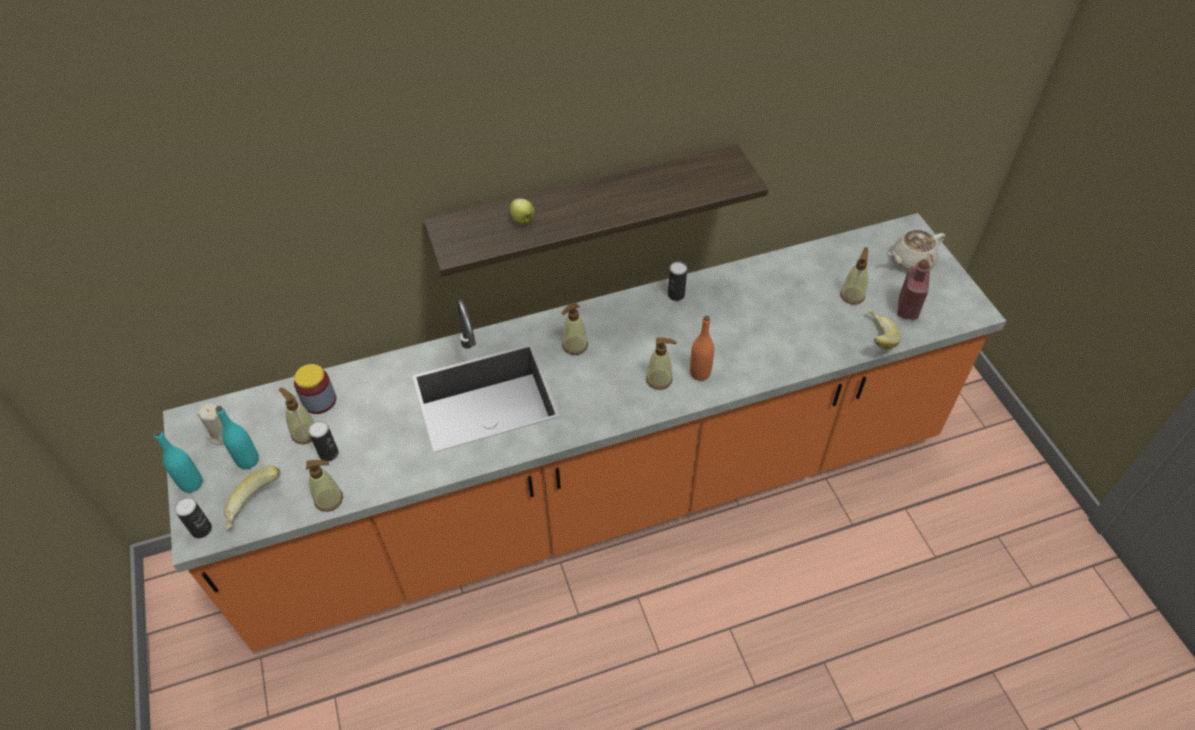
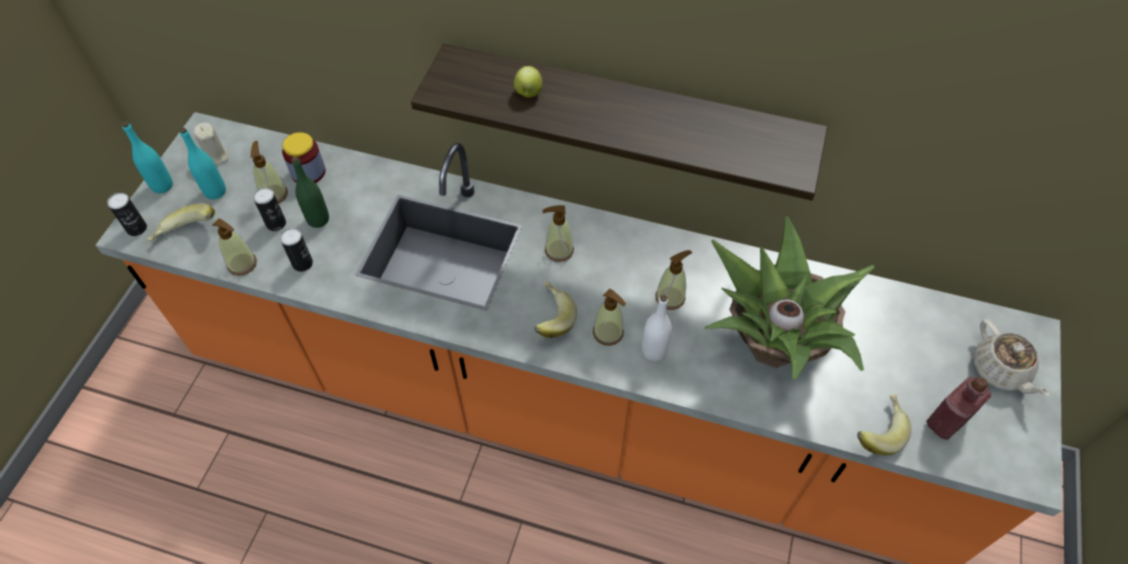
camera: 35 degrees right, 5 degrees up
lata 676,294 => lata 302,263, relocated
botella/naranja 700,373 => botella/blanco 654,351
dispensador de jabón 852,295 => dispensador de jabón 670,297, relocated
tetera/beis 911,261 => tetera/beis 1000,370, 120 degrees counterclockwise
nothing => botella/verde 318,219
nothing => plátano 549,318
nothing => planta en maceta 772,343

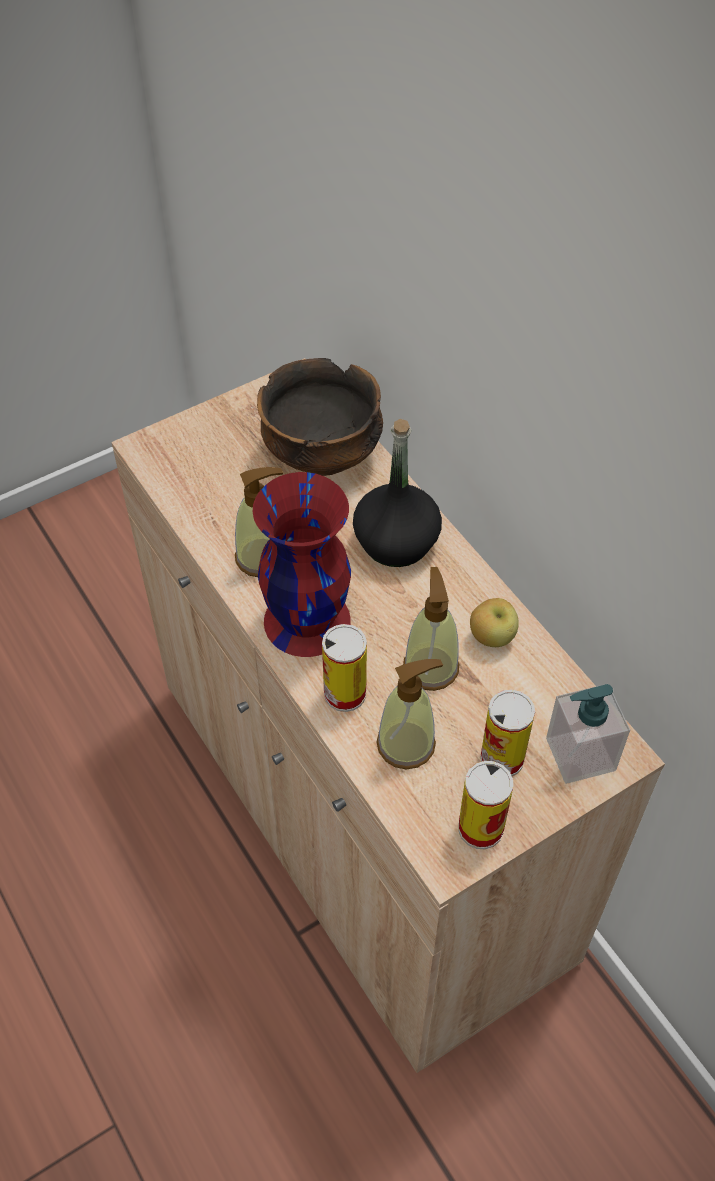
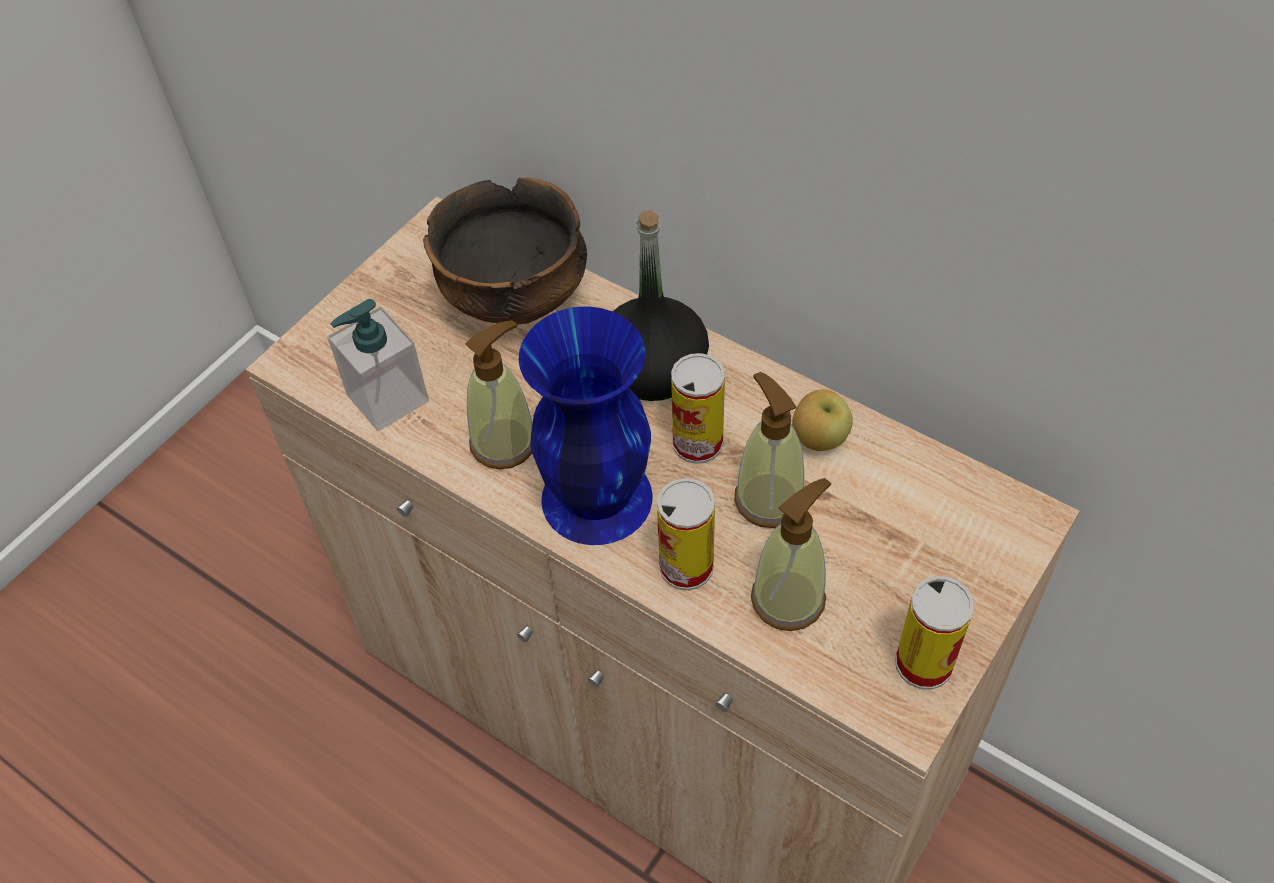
camera: 20 degrees left, 0 degrees up
florero/rojo 305,619 => florero/azul 594,497
lata 502,758 => lata 697,443, relocated
dispensador de jabón 580,754 => dispensador de jabón 387,398, relocated

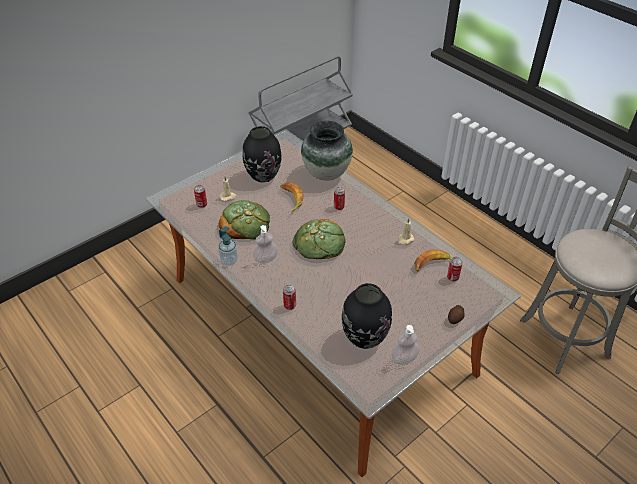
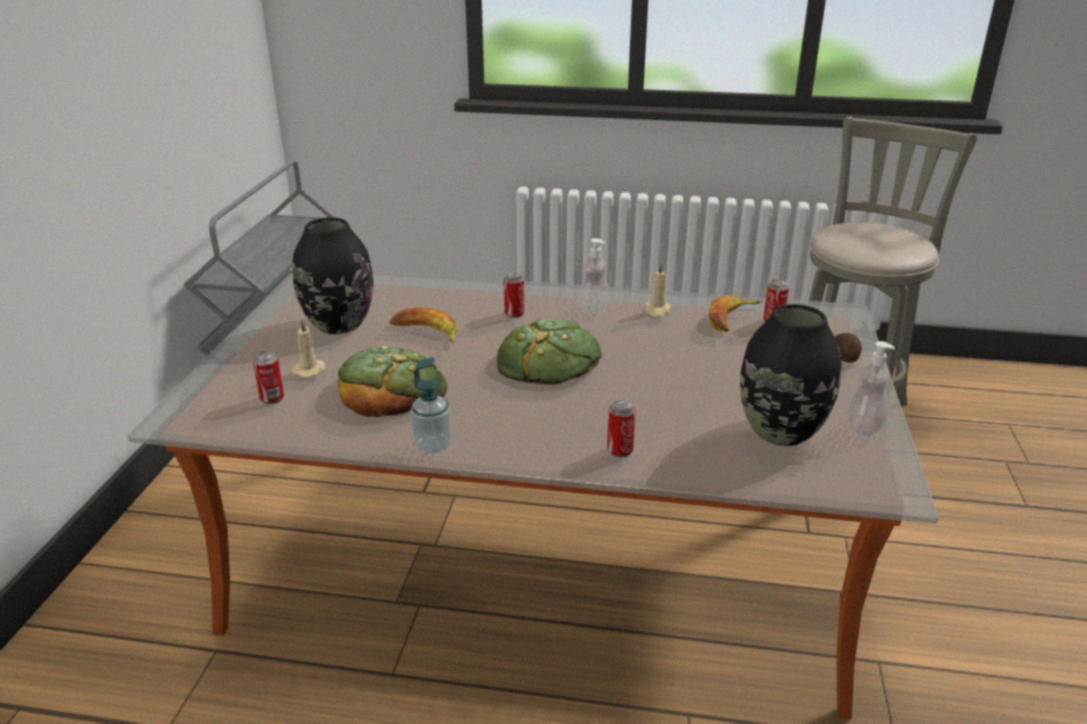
camera: 40 degrees left, 15 degrees down
dispensador de jabón 266,259 => dispensador de jabón 593,310, relocated
florero 326,174 => nothing

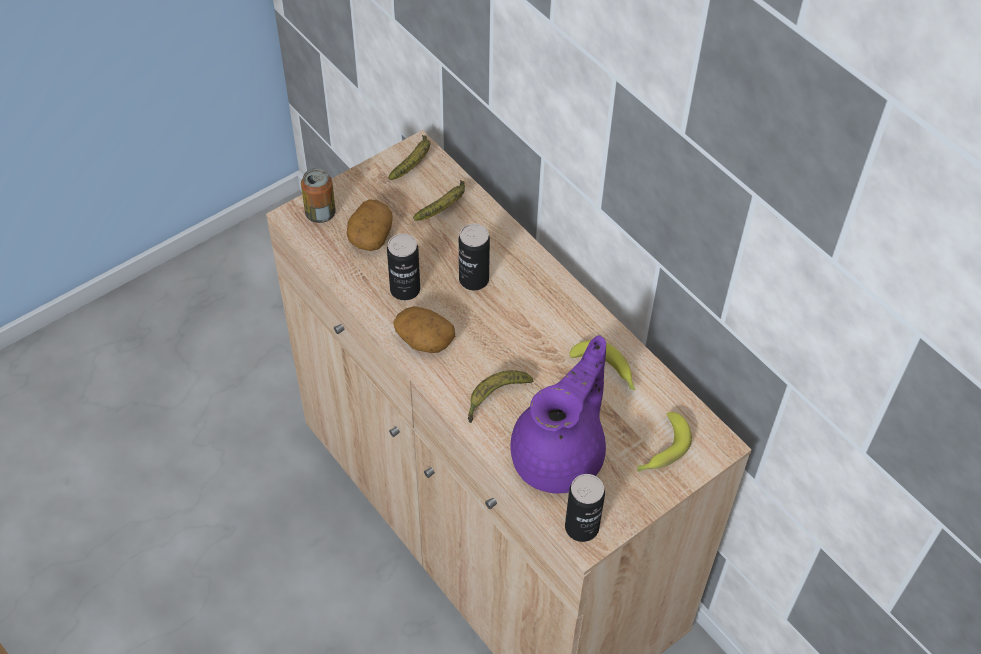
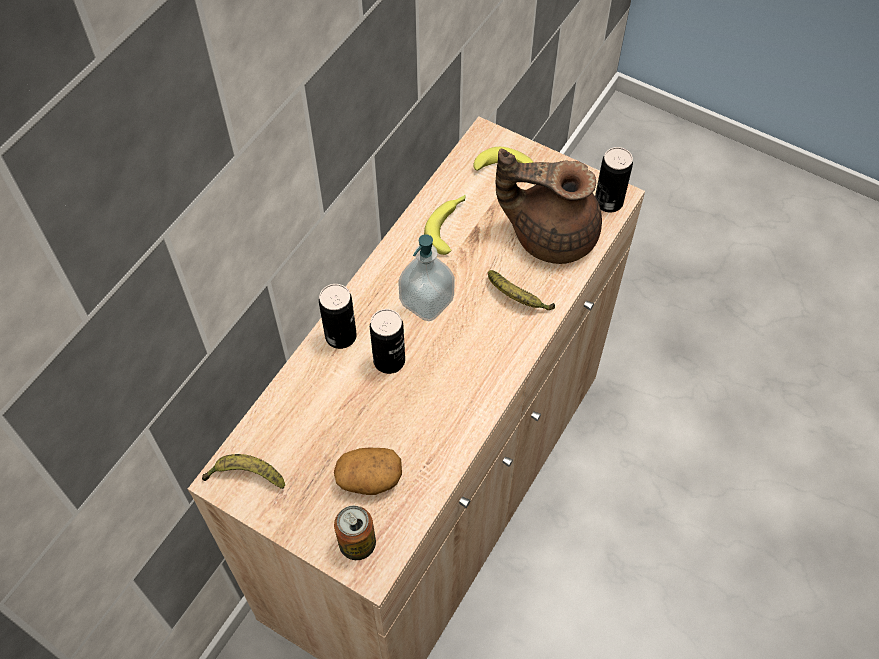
camera: 110 degrees left, 5 degrees up
lata 405,289 => lata 340,336, relocated
patata 424,339 => nothing
plátano 444,207 => nothing
tetera/morado 561,455 => tetera/marrón 550,234
nothing => dispensador de jabón 426,301

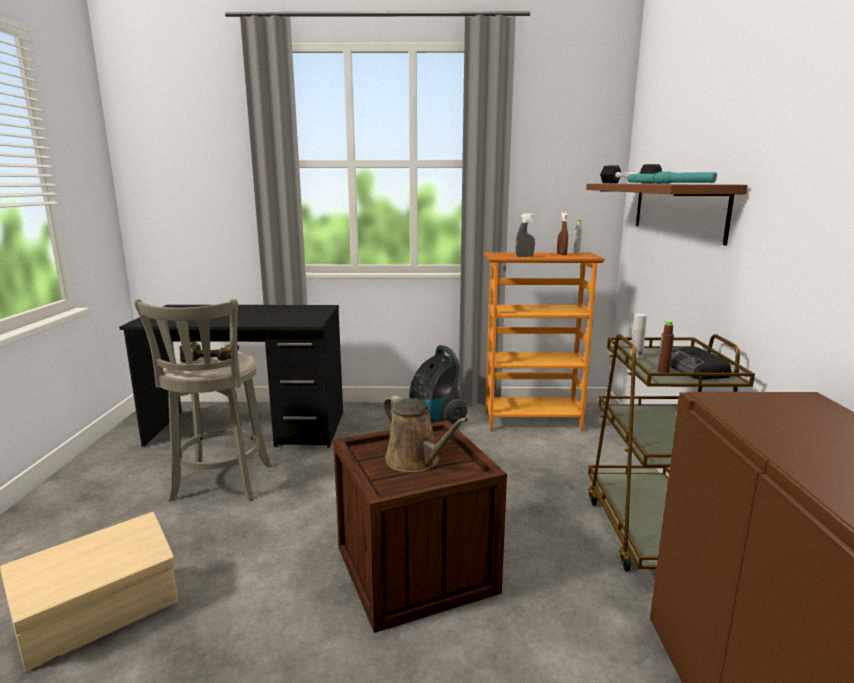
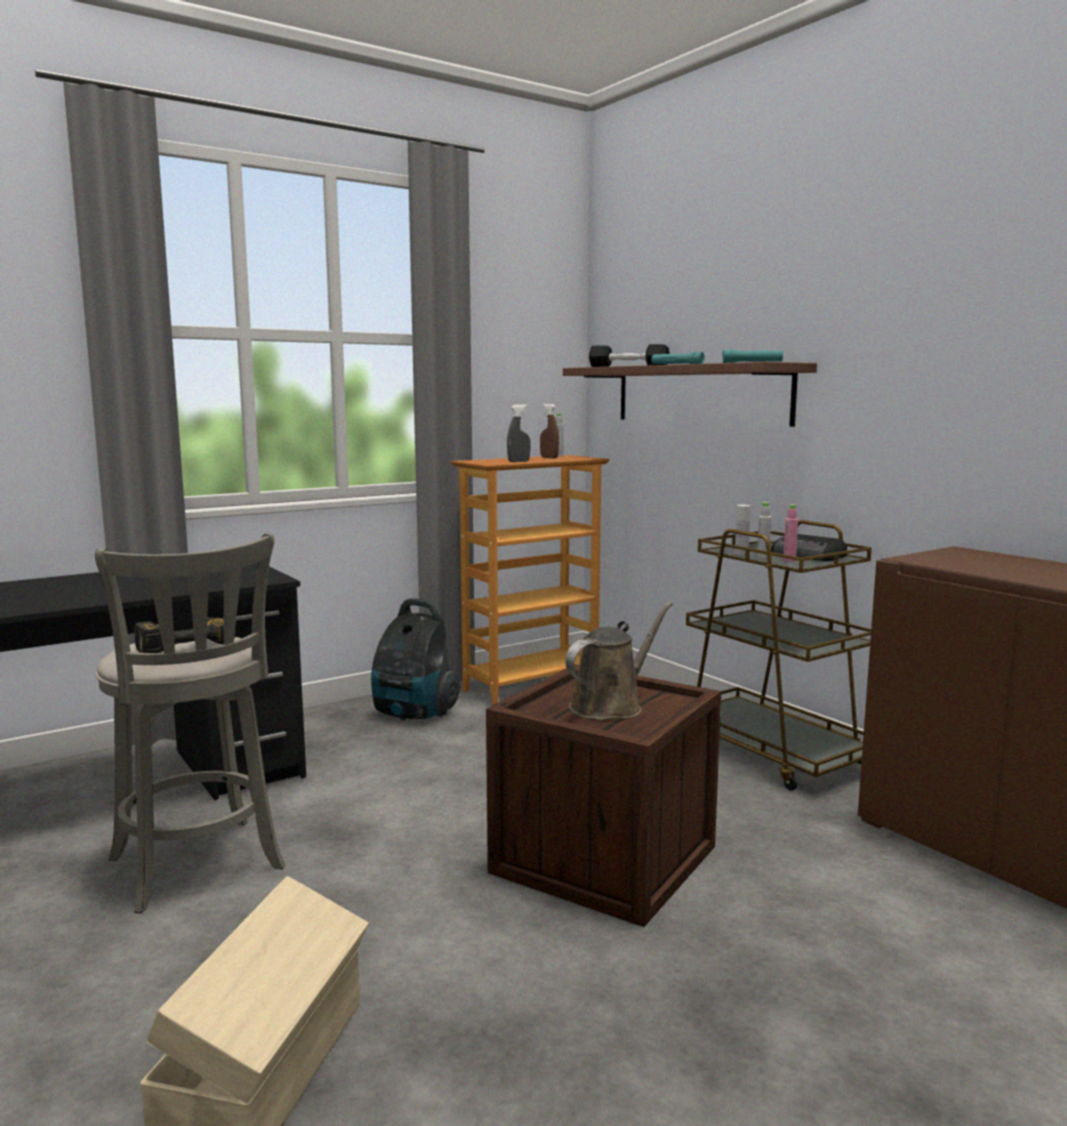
camera: 35 degrees left, 5 degrees down
regadera/marrón 416,461 => regadera/marrón 611,706, 60 degrees counterclockwise
botella/marrón 663,371 => botella/rosa 789,560
nothing => botella/gris 763,557

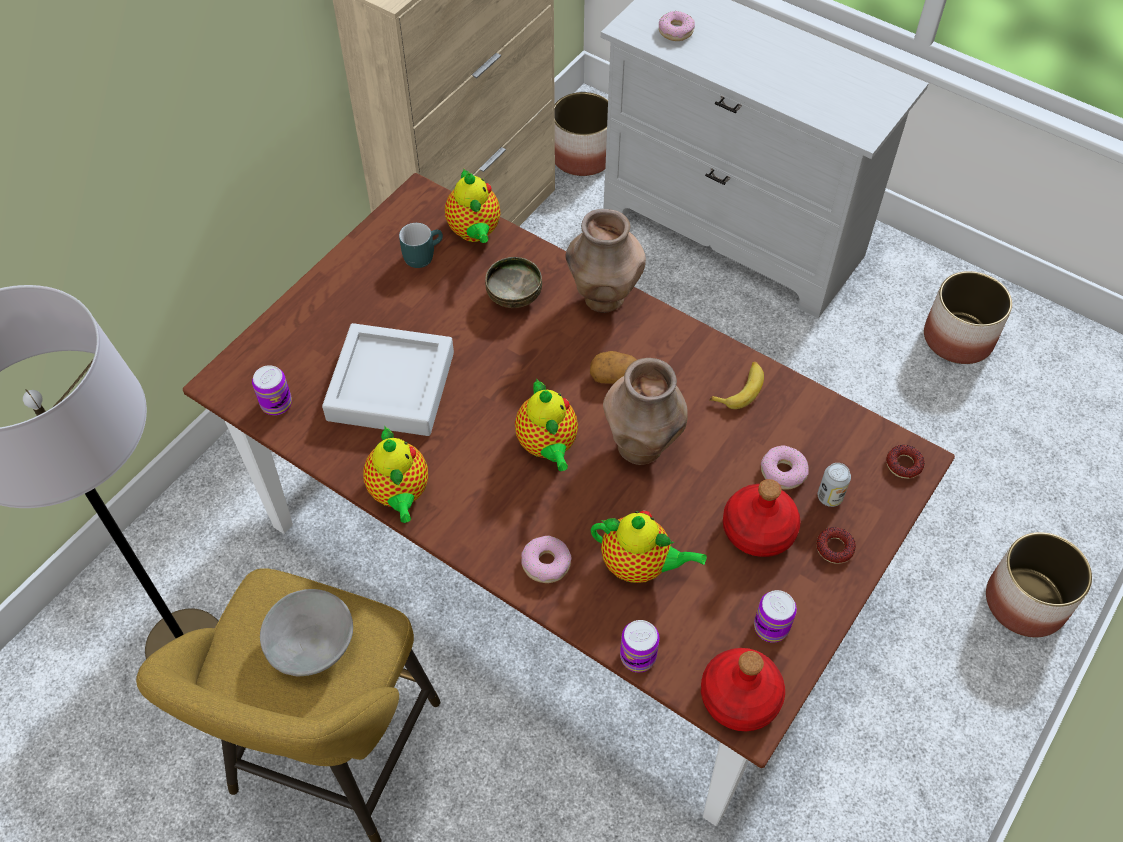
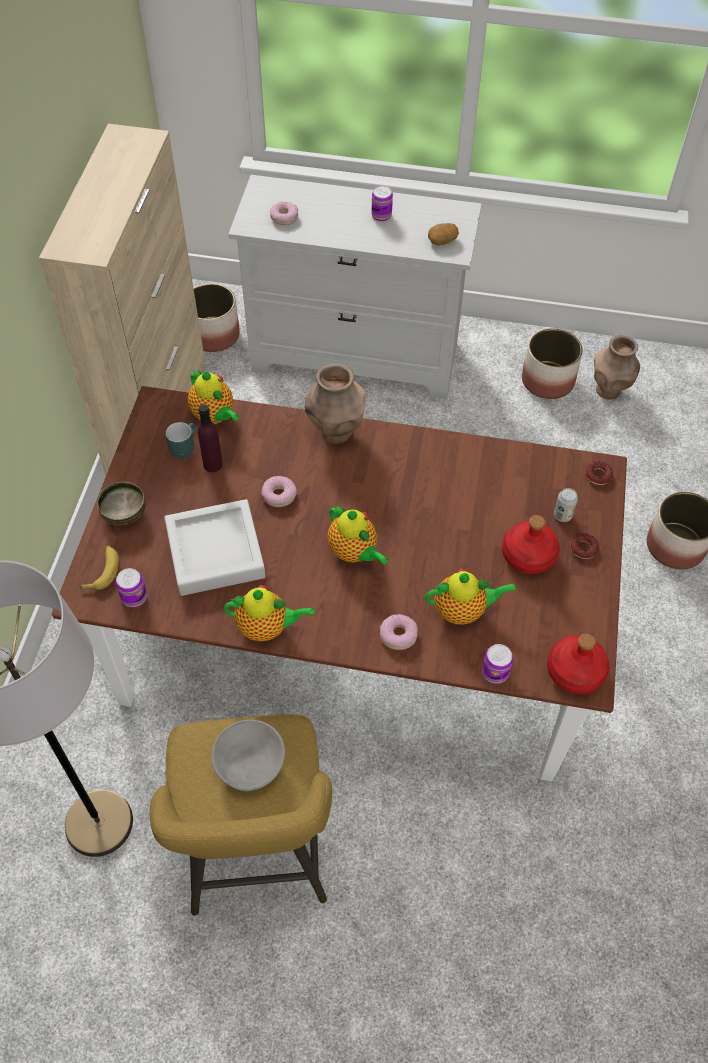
camera: 25 degrees left, 0 degrees up
tetera 400,494 => tetera 266,628, 45 degrees counterclockwise
cuenco 515,296 => cuenco 125,513, relocated
patata 613,375 => patata 442,240, relocated
florero/marrón 641,447 => florero/marrón 609,390, relocated
plátano 740,389 => plátano 103,571, relocated
lata 771,627 => lata 381,215, relocated
rosquilla 783,472 => rosquilla 279,495, relocated
nothing => botella/morado 213,464

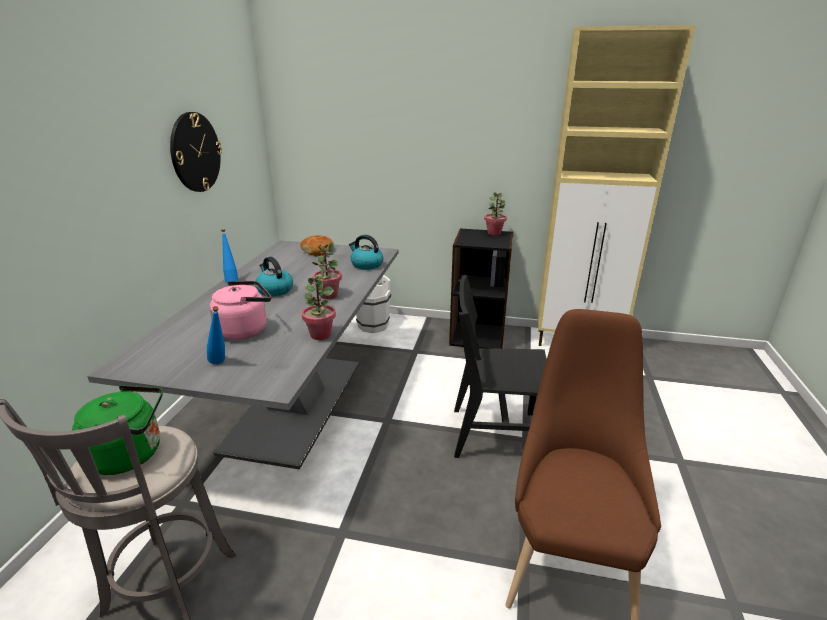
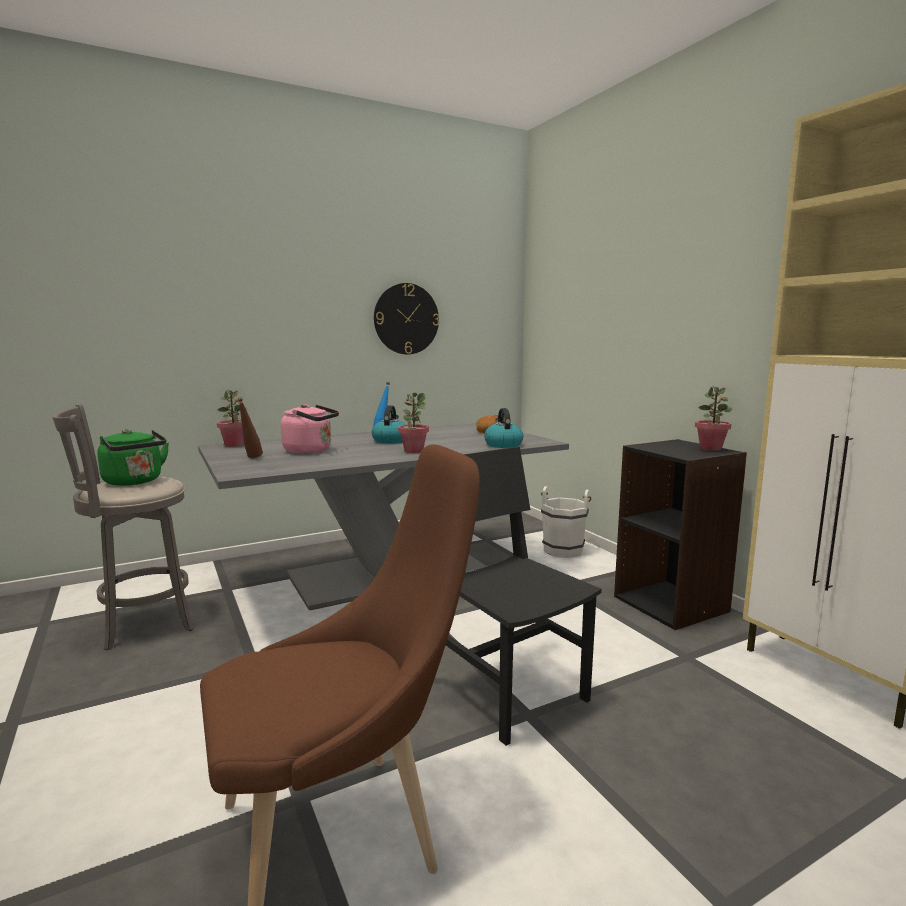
camera: 50 degrees right, 15 degrees down
botella/azul 221,364 => botella/marrón 251,458
planta en maceta 320,335 => planta en maceta 234,445, relocated

